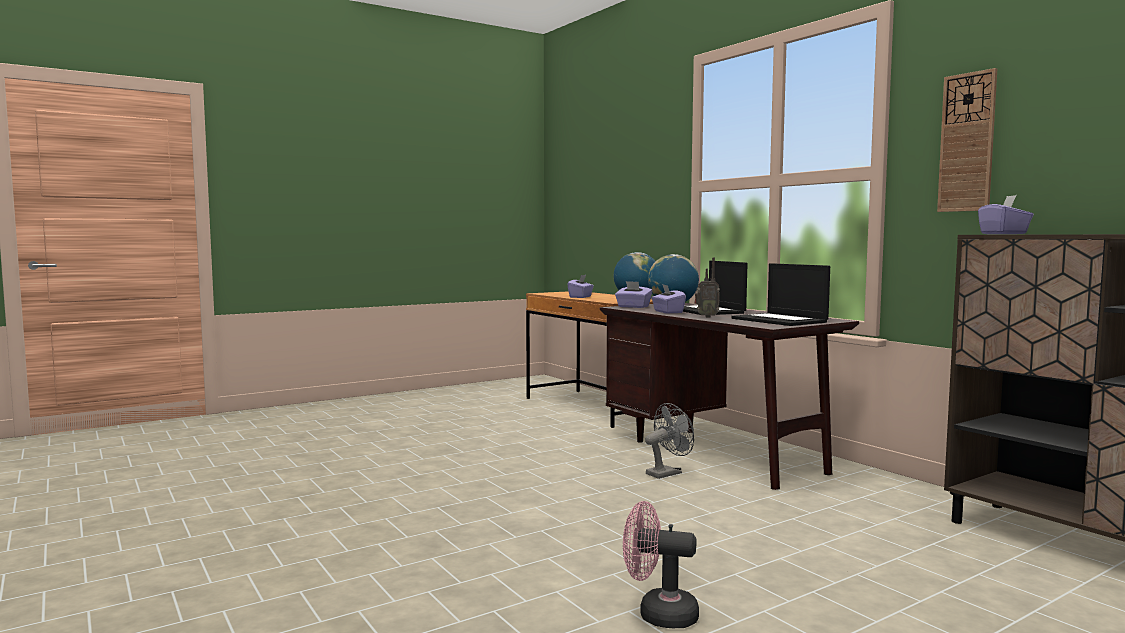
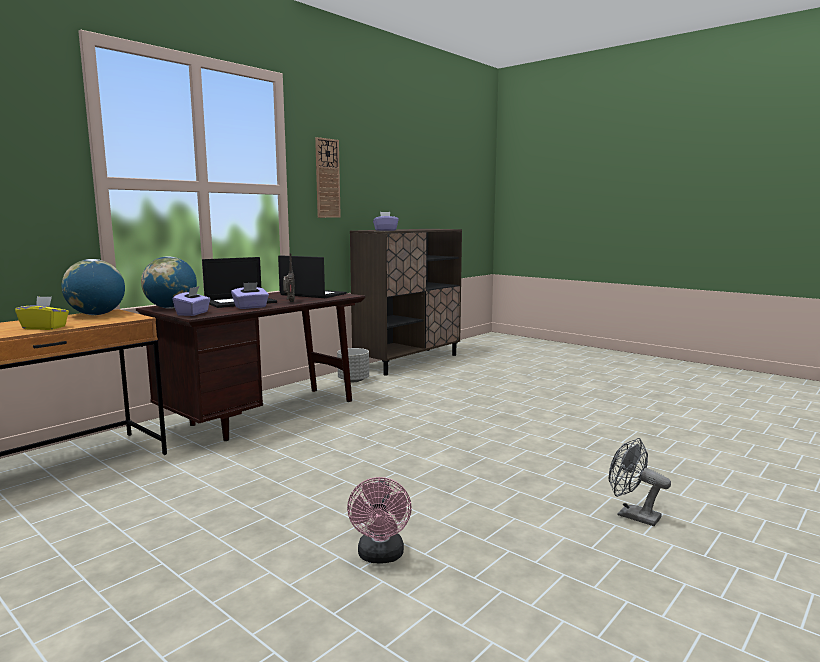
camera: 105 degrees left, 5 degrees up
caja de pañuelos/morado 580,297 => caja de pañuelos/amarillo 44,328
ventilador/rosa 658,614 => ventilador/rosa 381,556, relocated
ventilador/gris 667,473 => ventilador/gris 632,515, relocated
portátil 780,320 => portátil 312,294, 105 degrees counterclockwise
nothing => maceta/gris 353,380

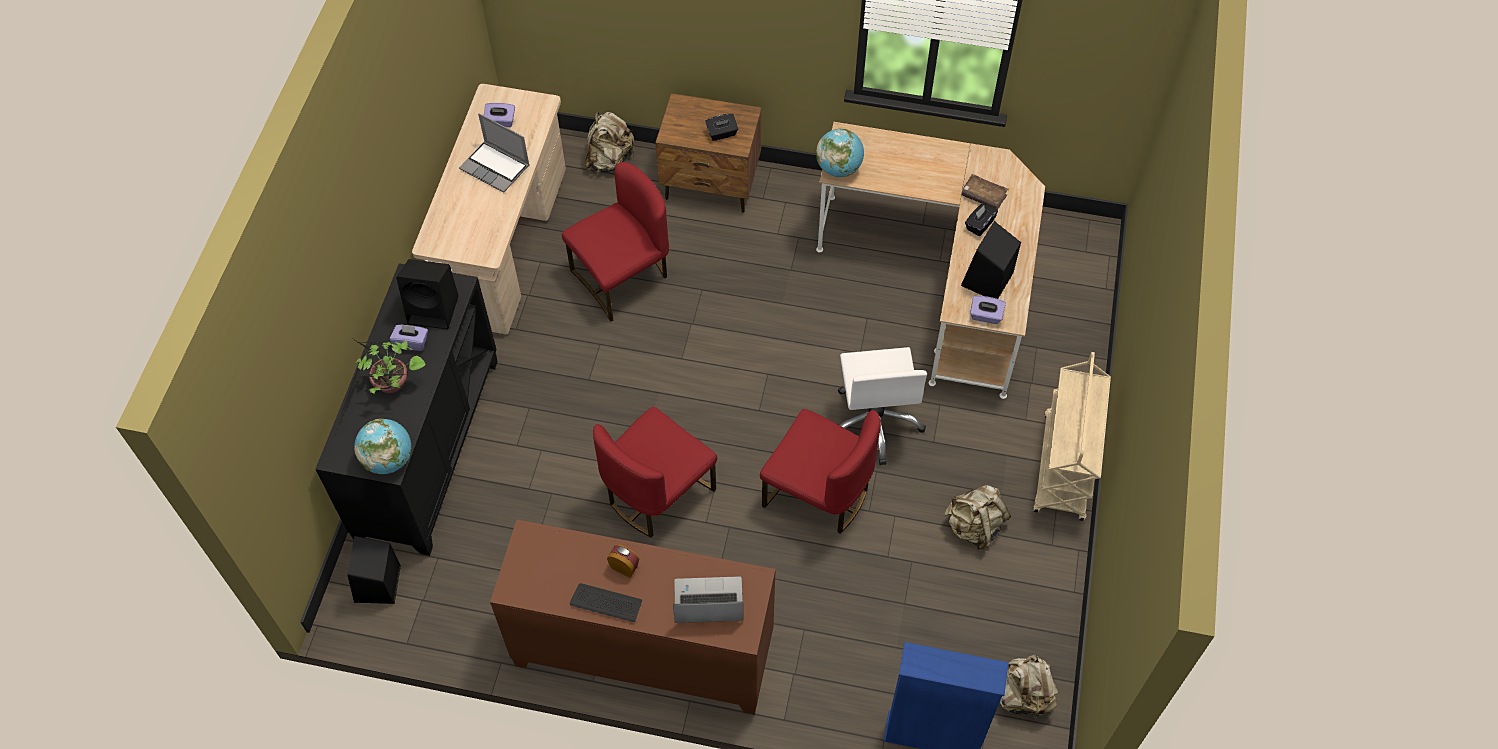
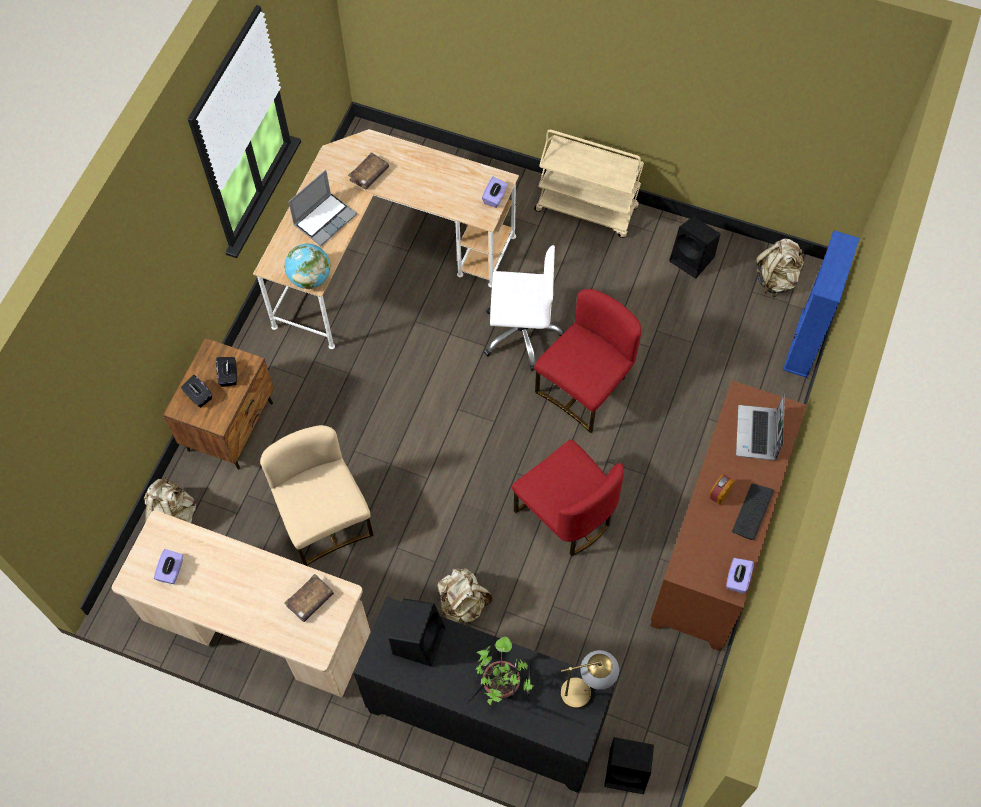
camera: 80 degrees left, 5 degrees up
globo terráqueo 388,459 => lámpara de mesa 586,690
caja de pañuelos/morado 411,342 => caja de pañuelos/morado 737,579, relocated
portátil 496,167 => portátil 325,219, relocated
silla/rojo 622,278 => silla/beis 324,519
mochila/beis 974,527 => mochila/beis 462,603, relocated
altavoz/negro 986,280 => altavoz/negro 693,259, relocated
caja de pañuelos/negro 979,225 => caja de pañuelos/negro 198,396, relocated
nothing => libro/marrón 310,600

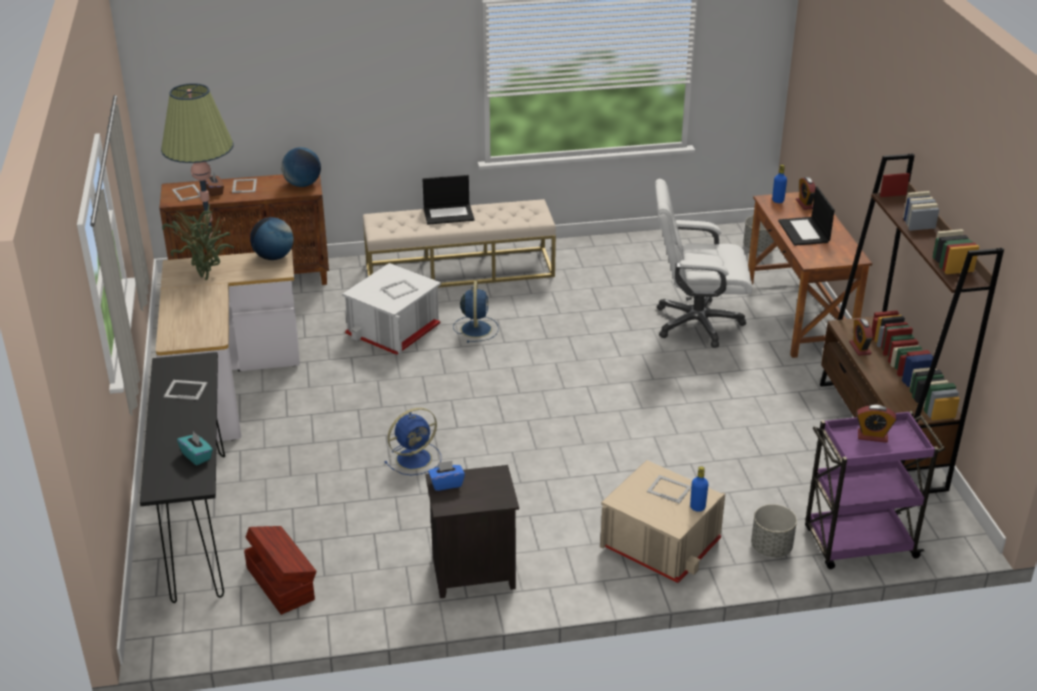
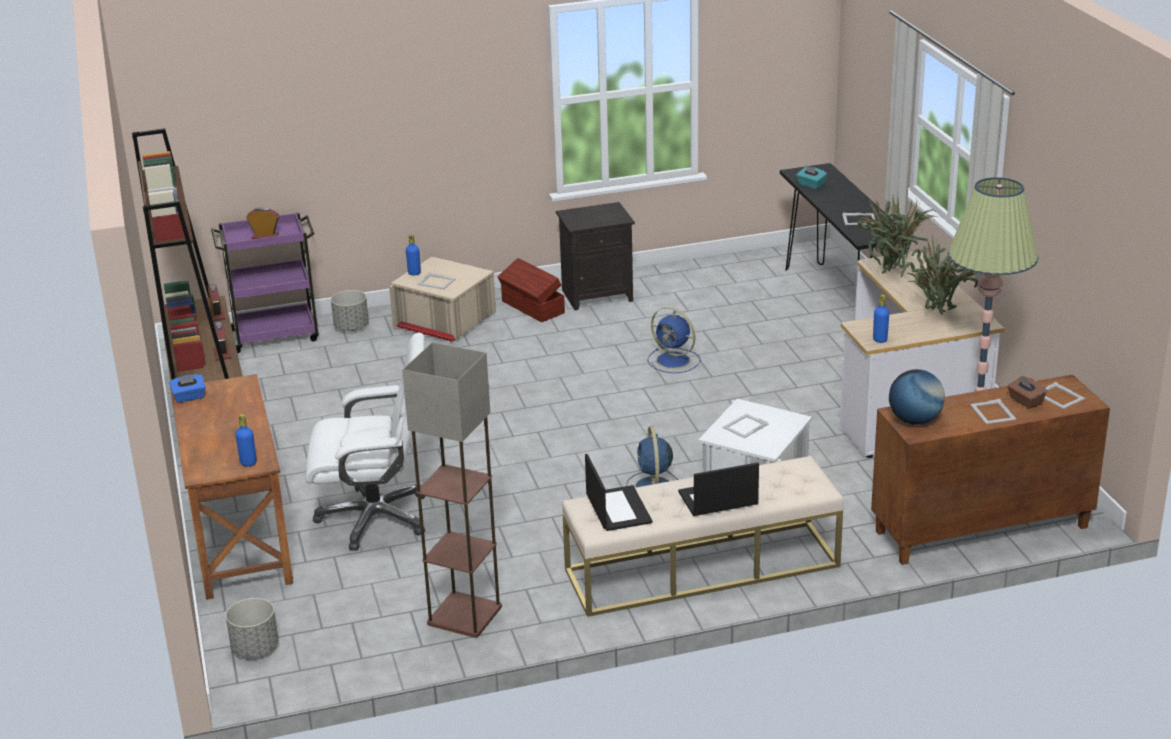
camera: 175 degrees right, 5 degrees down
caja de almacenaje/marrón 281,582 => caja de almacenaje/marrón 532,307, relocated
globo terráqueo 274,257 => botella/azul 880,340
ventilador/azul 415,458 => ventilador/azul 674,361, 105 degrees counterclockwise
caja de pañuelos/azul 446,484 => caja de pañuelos/azul 189,397, relocated
portátil 804,232 => portátil 617,508, relocated
despertador 805,204 => despertador 216,315, relocated
nothing => lámpara de pie 463,616
nothing => planta en maceta 893,272

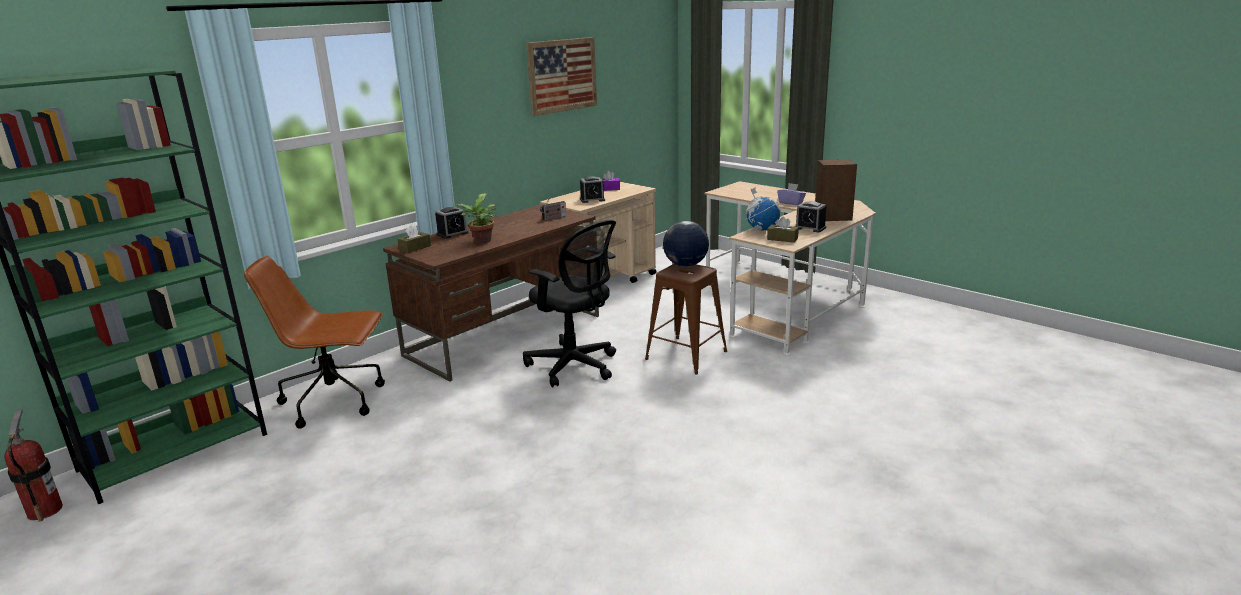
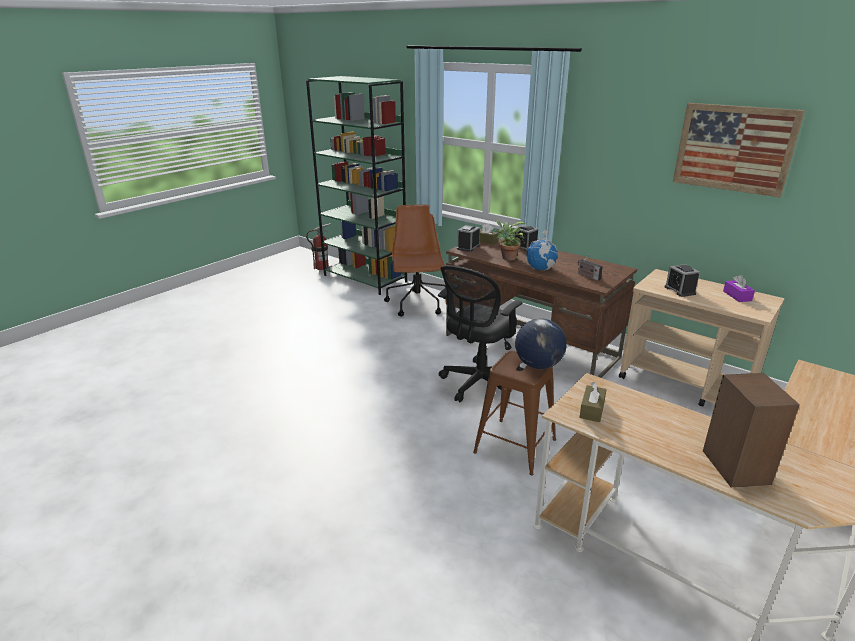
camera: 85 degrees right, 5 degrees up
globo terráqueo 761,229 => globo terráqueo 541,269, relocated
caja de pañuelos/morado 791,203 => nothing
despertador 810,228 => despertador 468,247, relocated

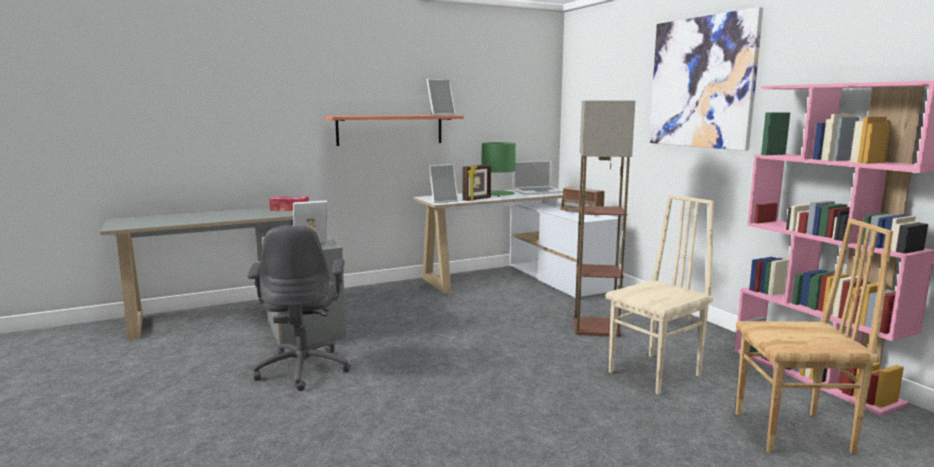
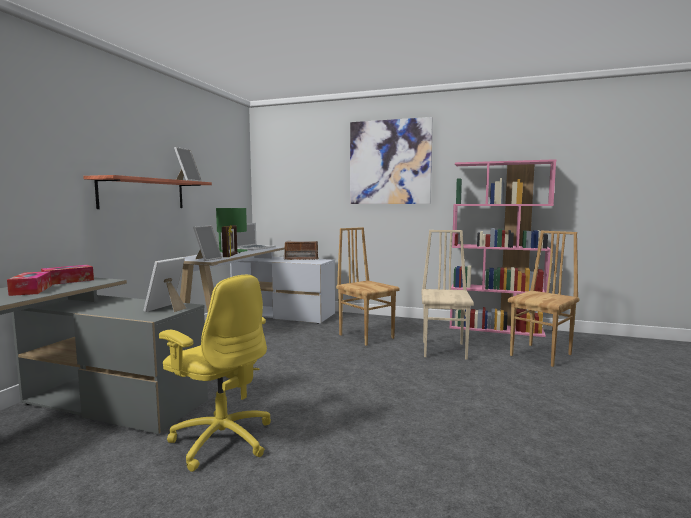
camera: 45 degrees left, 5 degrees down
silla de oficina/gris 304,369 => silla de oficina/amarillo 222,439
lámpara de pie 596,327 => silla/marrón 366,336
nothing => caja de pañuelos 31,290

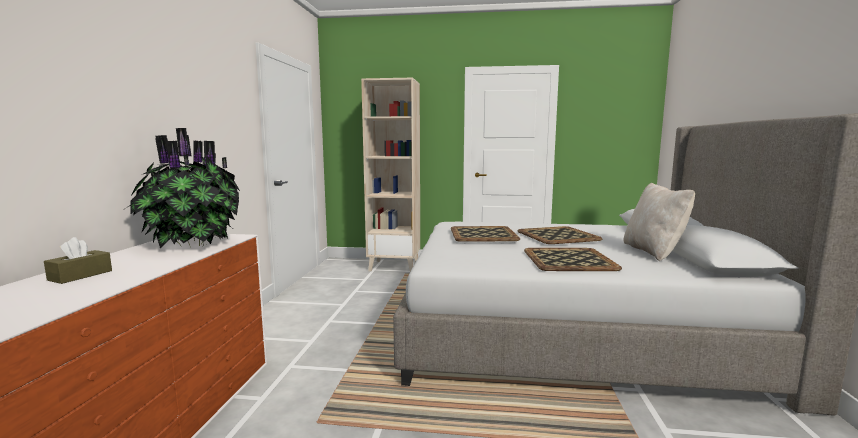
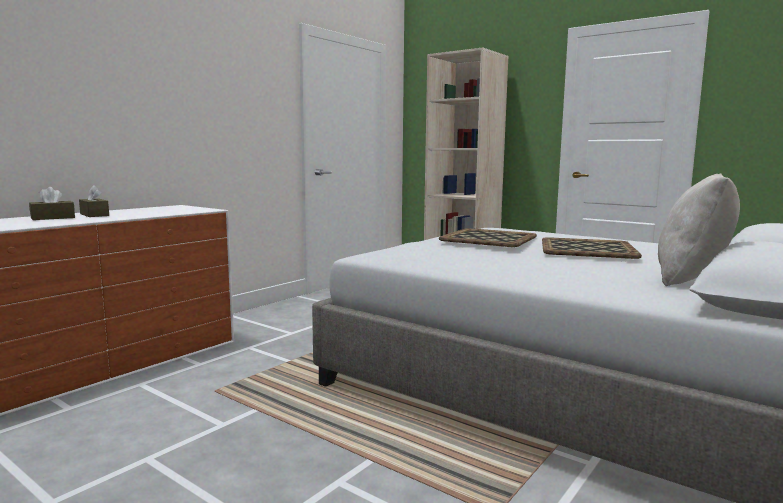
camera: 30 degrees right, 0 degrees up
planta en maceta 190,244 => nothing
bandeja 568,260 => nothing
nothing => caja de pañuelos/marrón 94,215

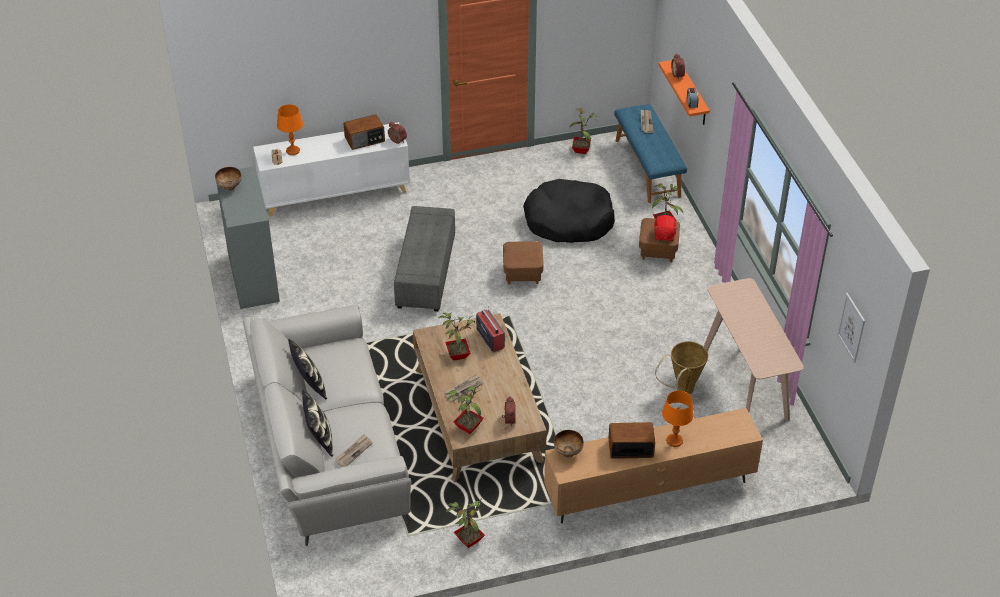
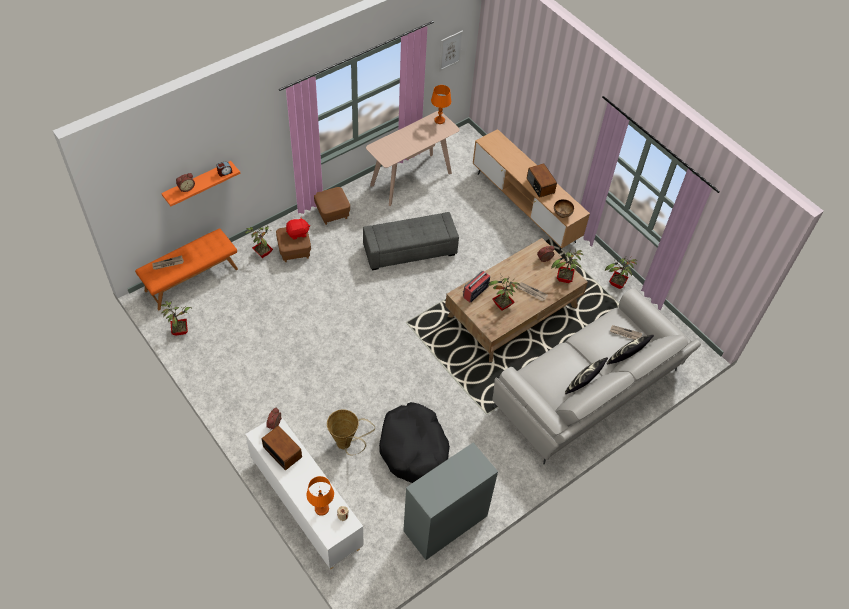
camera: 115 degrees left, 10 degrees up
cuenco 230,187 => nothing
puf/gris 425,272 => puf/gris 410,251, relocated
puf/marrón 522,273 => puf/marrón 332,213, relocated
cama para perro/negro 568,221 => cama para perro/negro 414,449, relocated
banco/azul 648,168 => banco/naranja 191,279
cesta 682,391 => cesta 347,445, relocated
lámpara de mesa/naranja 674,441 => lámpara de mesa/naranja 439,120, relocated

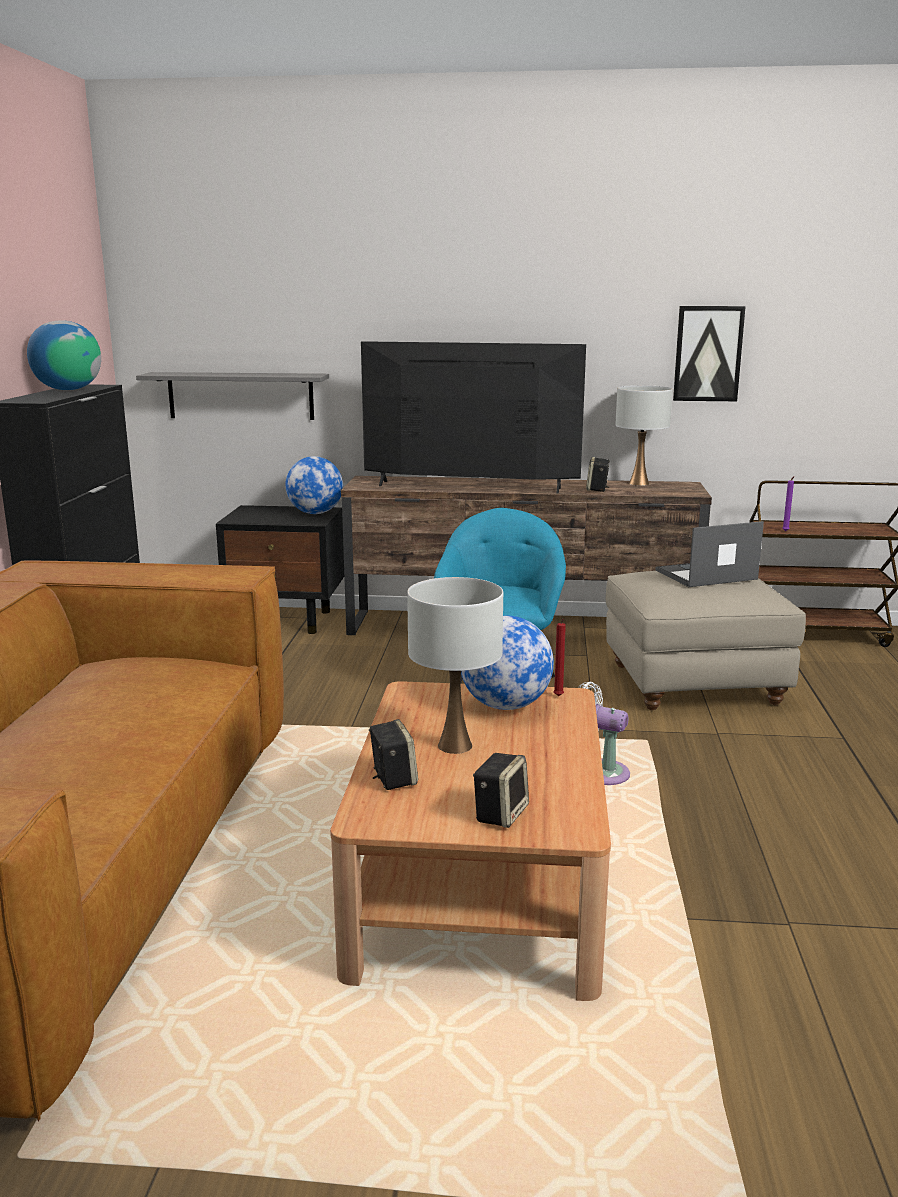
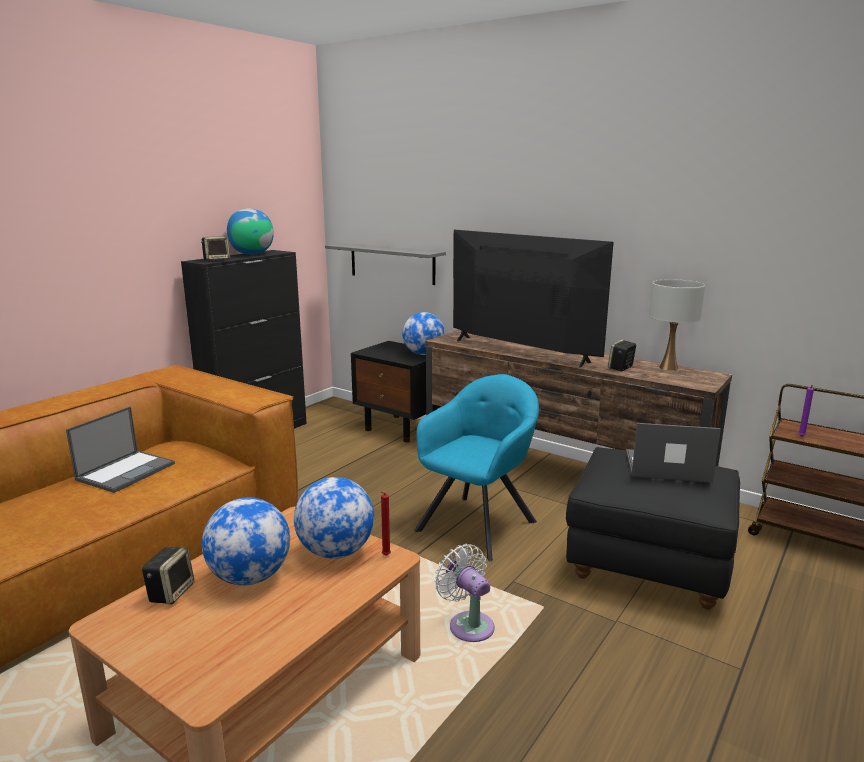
camera: 30 degrees right, 0 degrees up
lámpara de mesa/blanco 454,745 => globo terráqueo 250,577
altavoz 500,813 => altavoz 217,260, relocated
puf/beis 693,685 => puf/negro 647,564
cuadro 708,353 => nothing
nothing => portátil 126,471

